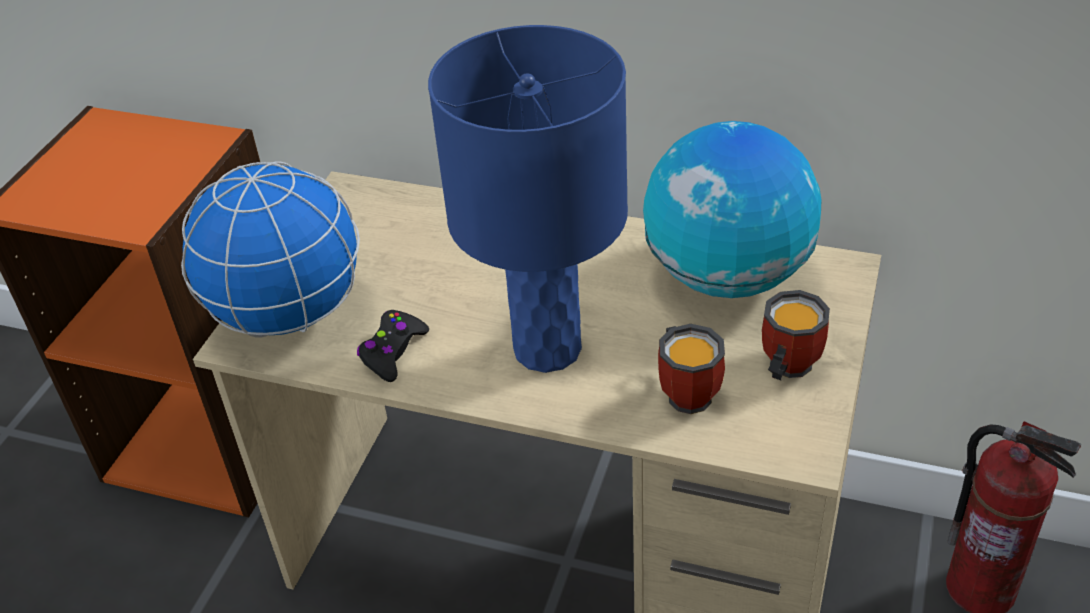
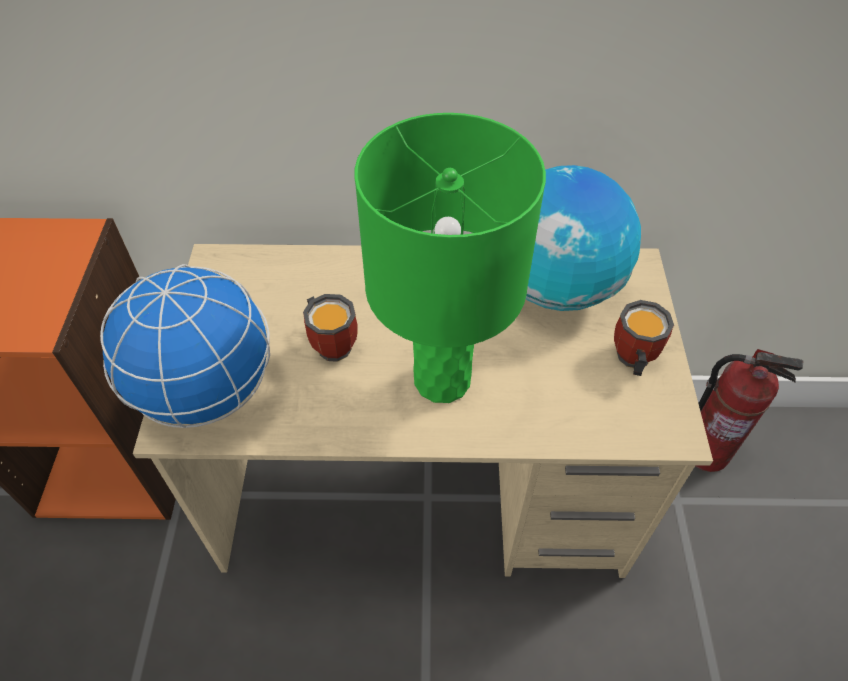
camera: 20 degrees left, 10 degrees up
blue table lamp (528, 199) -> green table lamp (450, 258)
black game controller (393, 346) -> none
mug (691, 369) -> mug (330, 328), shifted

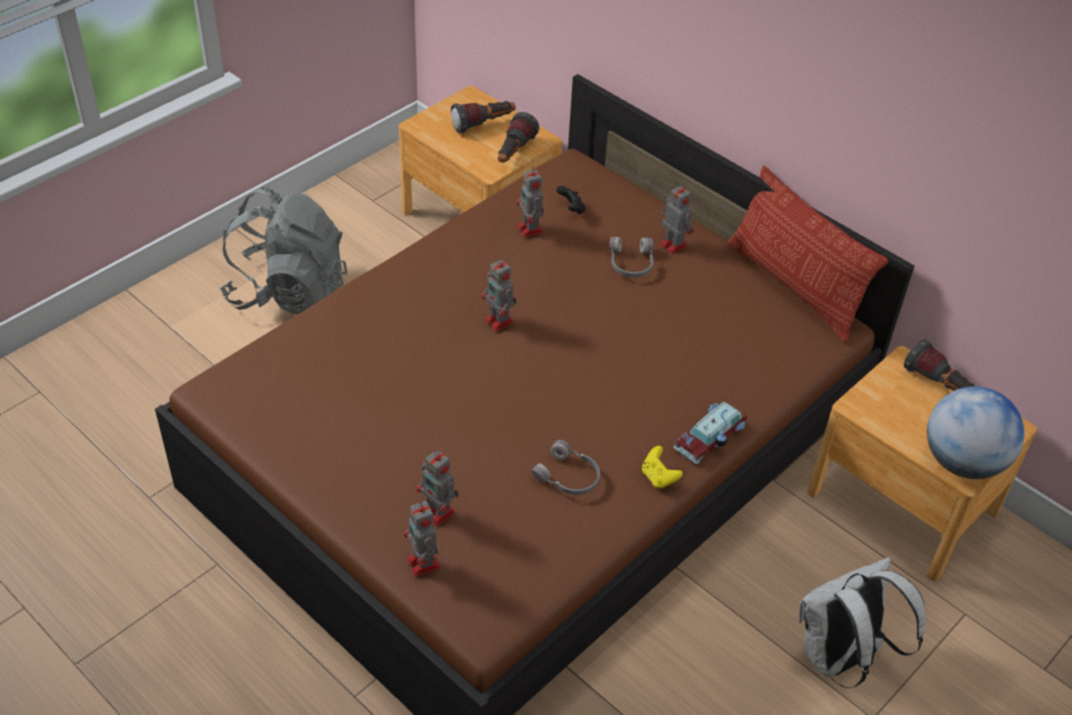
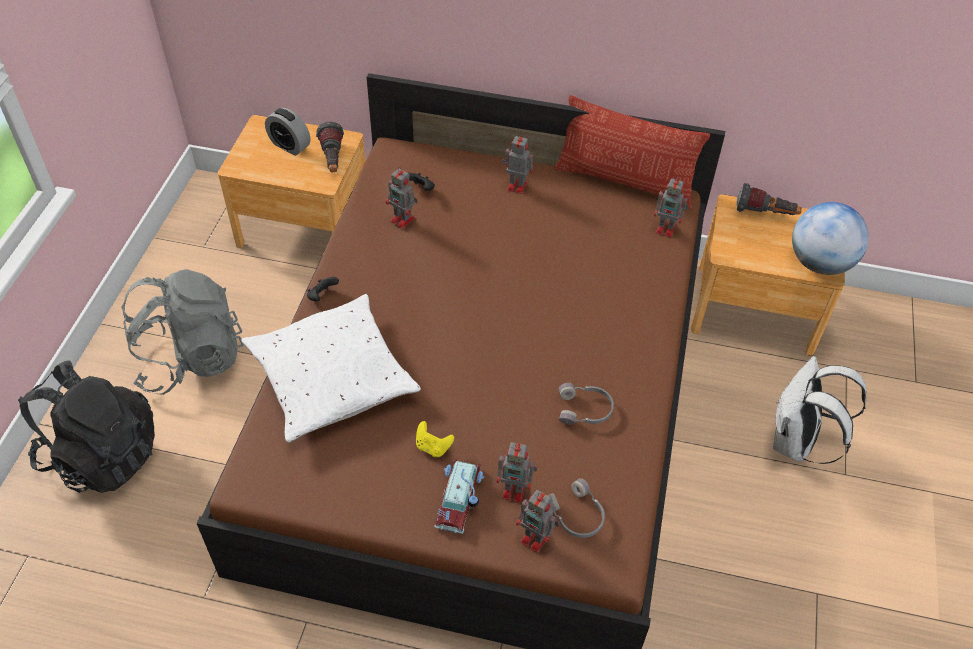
camera: 30 degrees left, 5 degrees up
flashlight (483, 117) -> alarm clock (288, 132)
grey headphones (632, 257) -> grey headphones (576, 508), shifted
toy robot (499, 294) -> toy robot (671, 207), shifted
toy car (710, 432) -> toy car (459, 496), shifted
yellow game controller (662, 467) -> yellow game controller (435, 439), shifted
none -> black game controller (323, 289)
none -> white pillow (331, 368)
none -> black backpack (86, 426)

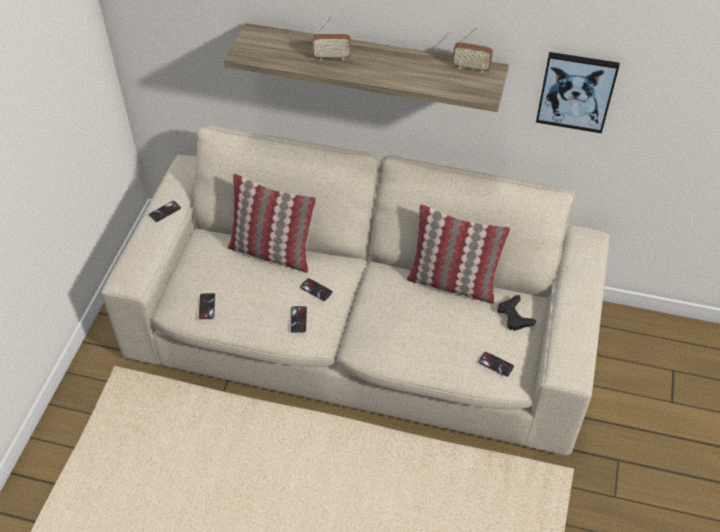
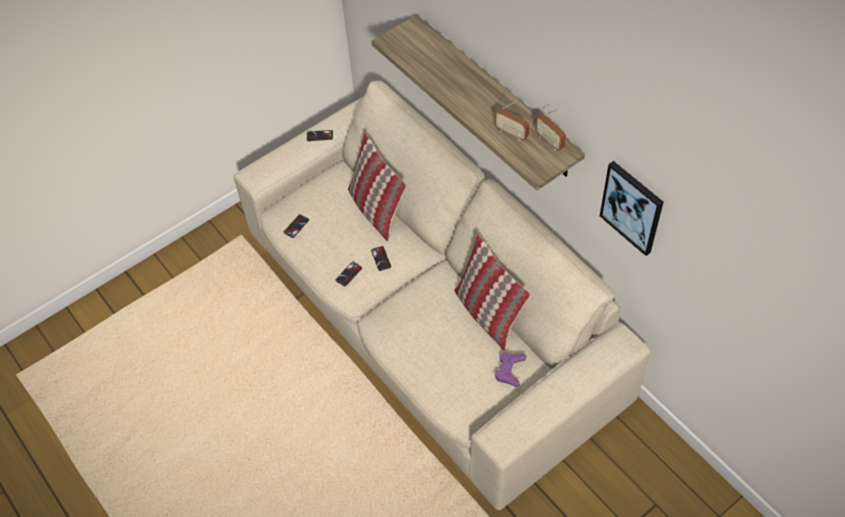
camera: 40 degrees right, 5 degrees up
radio (331, 38) -> radio (512, 120), shifted
black game controller (516, 313) -> purple game controller (510, 369)
phone (496, 364) -> none

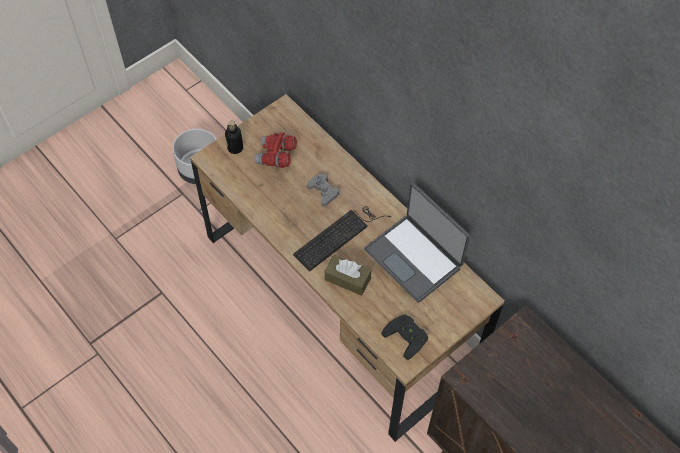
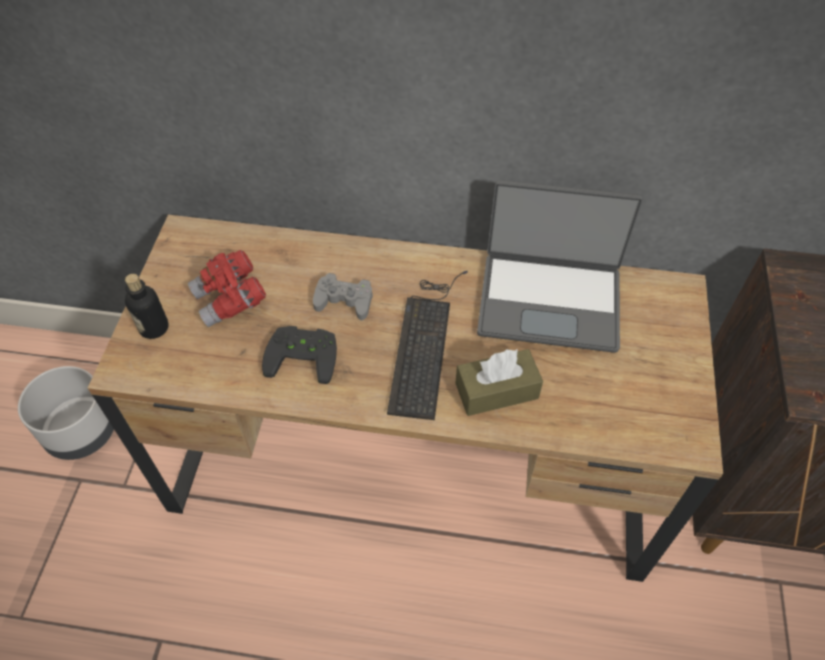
camera: 40 degrees left, 5 degrees down
black game controller (404, 337) -> black game controller (299, 355), shifted

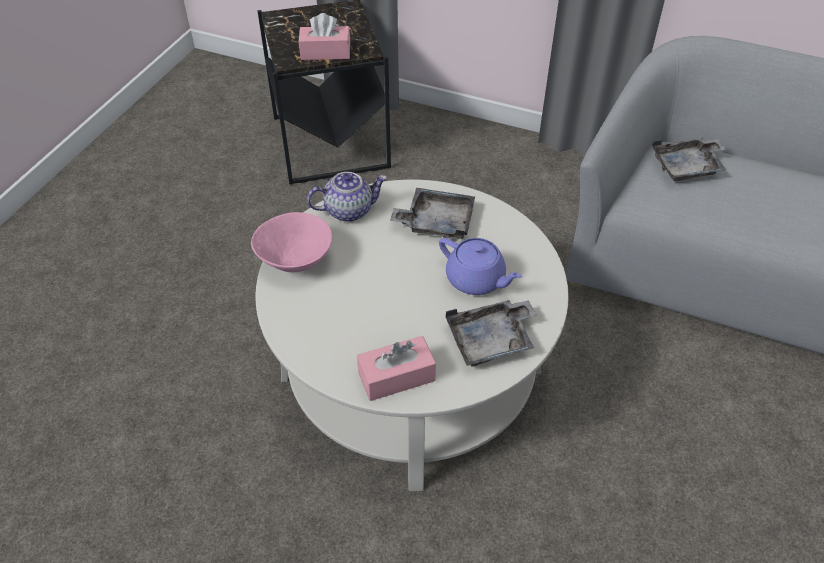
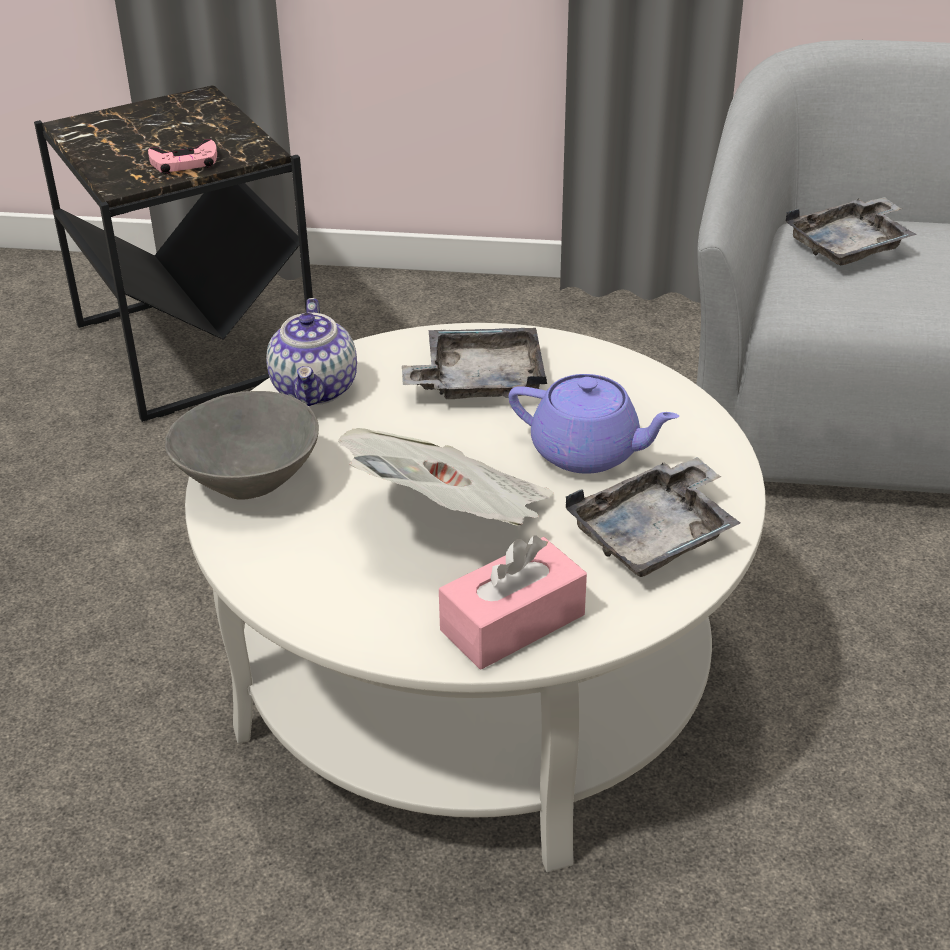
camera: 15 degrees left, 10 degrees down
pink tissue box (324, 36) -> pink game controller (182, 156)
teapot (347, 197) -> teapot (311, 352), 120 degrees clockwise
pink bowl (291, 242) -> grey bowl (242, 445)
none -> newspaper (445, 476)

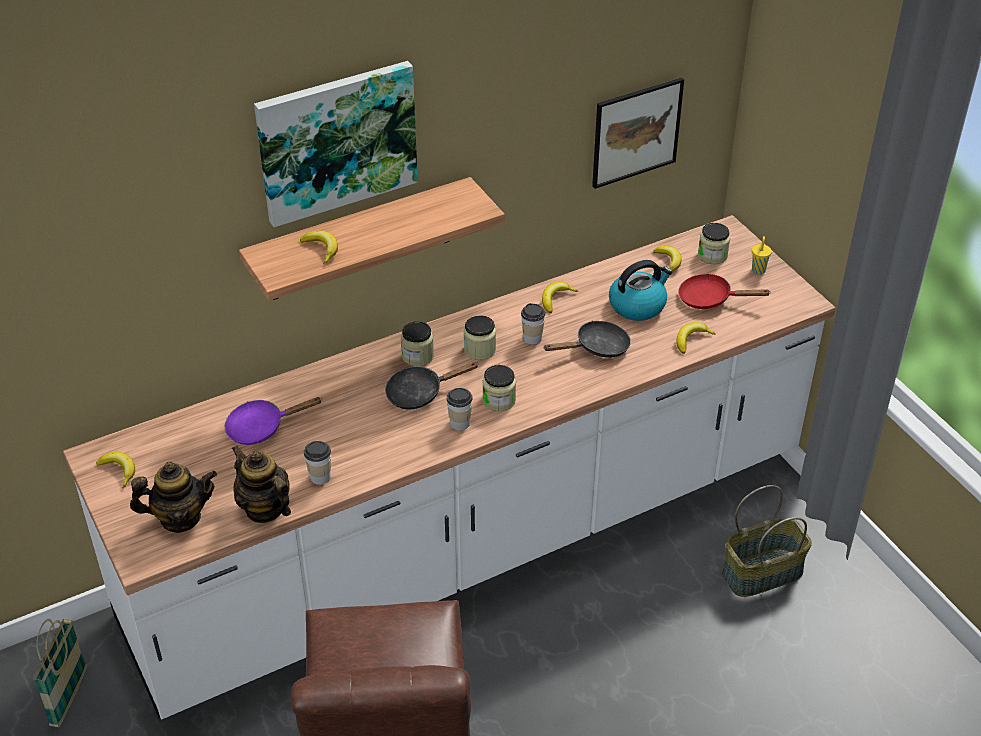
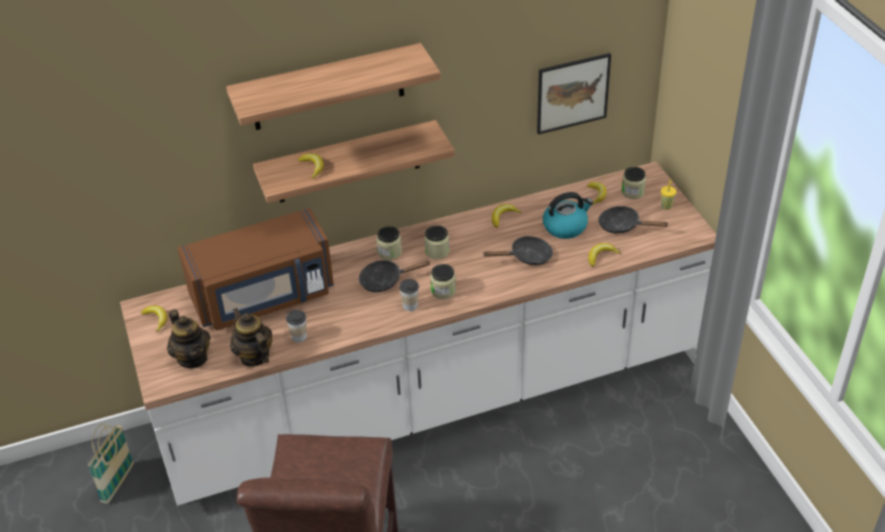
camera: 10 degrees right, 0 degrees up
picture (336, 144) -> shelf (333, 86)
red frying pan (724, 291) -> black frying pan (633, 220)
cup (533, 324) -> none
purple frying pan (273, 421) -> brown microwave (256, 269)
teapot (173, 497) -> teapot (188, 338), 60 degrees clockwise
basket (767, 541) -> none

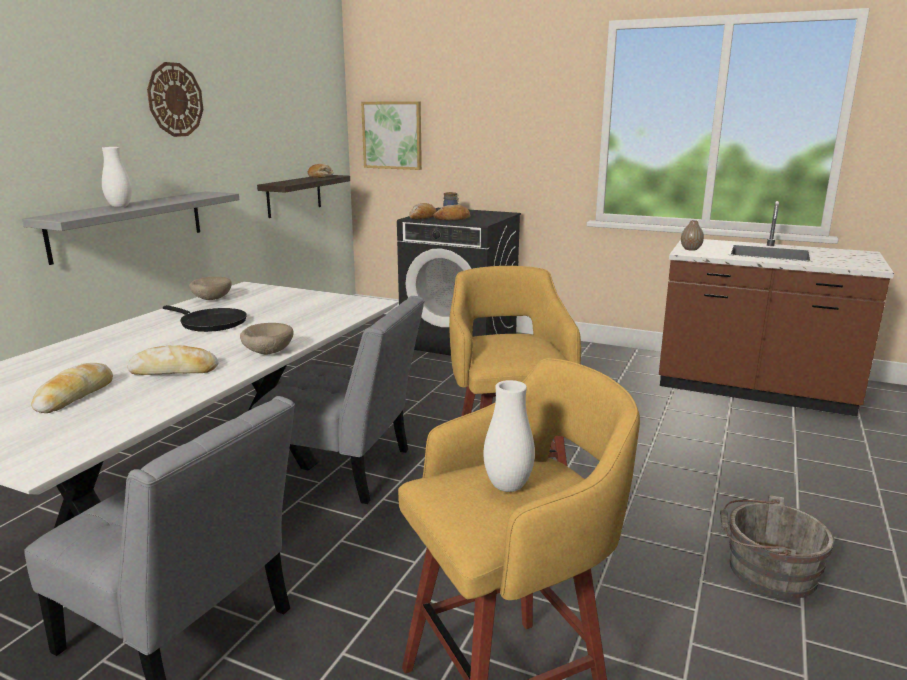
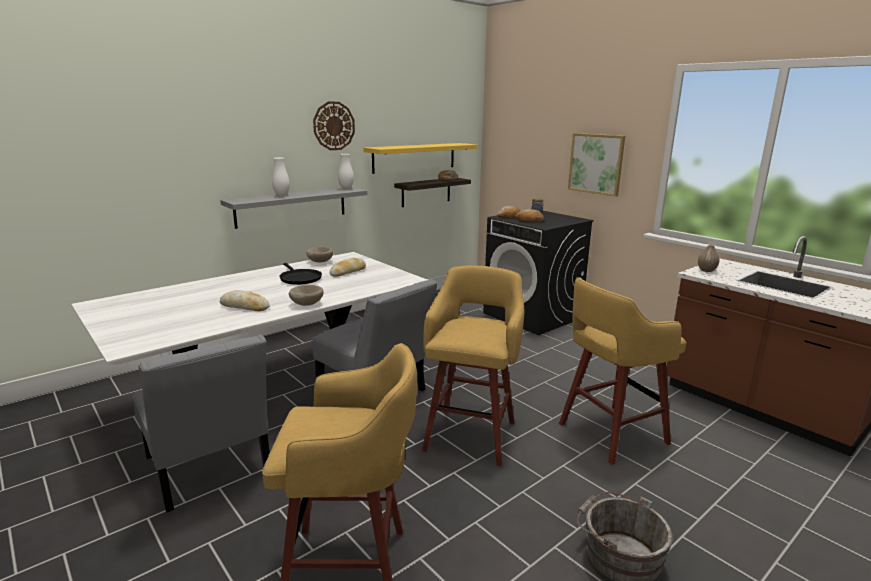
camera: 25 degrees right, 0 degrees up
picture (391, 136) -> picture (596, 165), shifted
bread (72, 388) -> bread (347, 267), shifted
white vase (509, 436) -> white vase (346, 171), shifted
none -> yellow shelf (420, 158)
none -> yellow stool (622, 371)

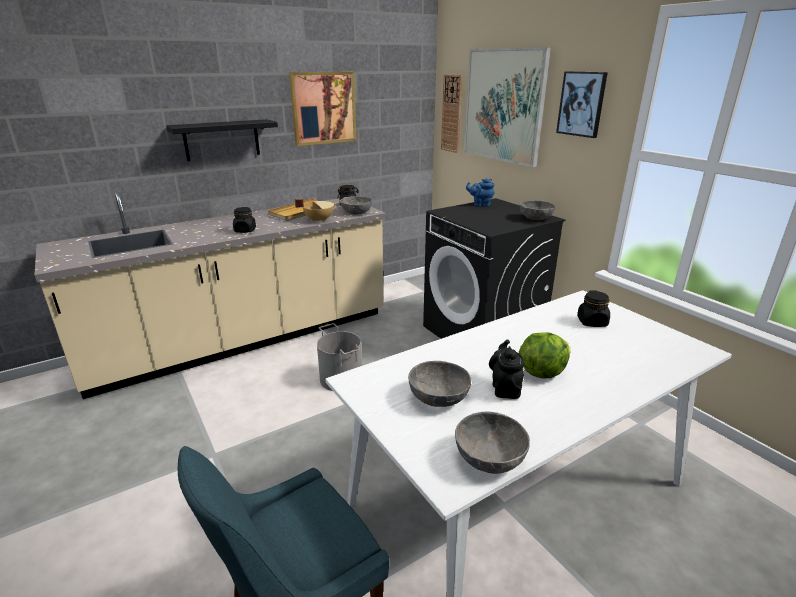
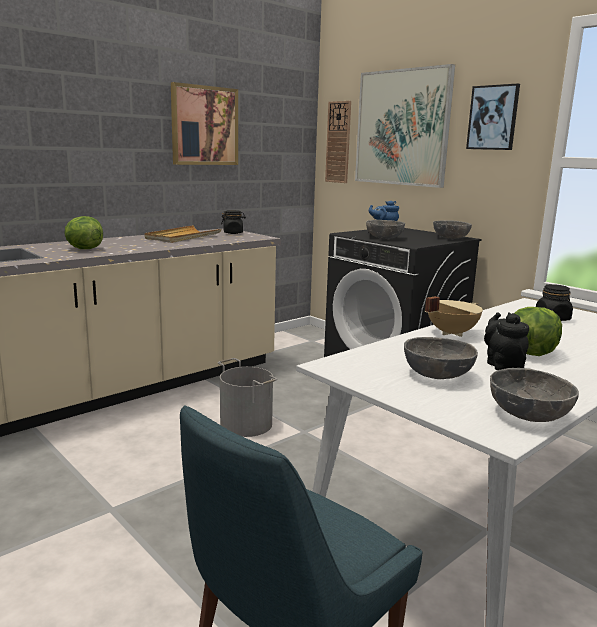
camera: 10 degrees left, 10 degrees down
black shelf (222, 140) -> none
grey bowl (356, 205) -> grey bowl (385, 229), shifted
beige cooking pot (316, 211) -> beige cooking pot (454, 316), shifted
black jar (244, 220) -> none
none -> lettuce (83, 232)

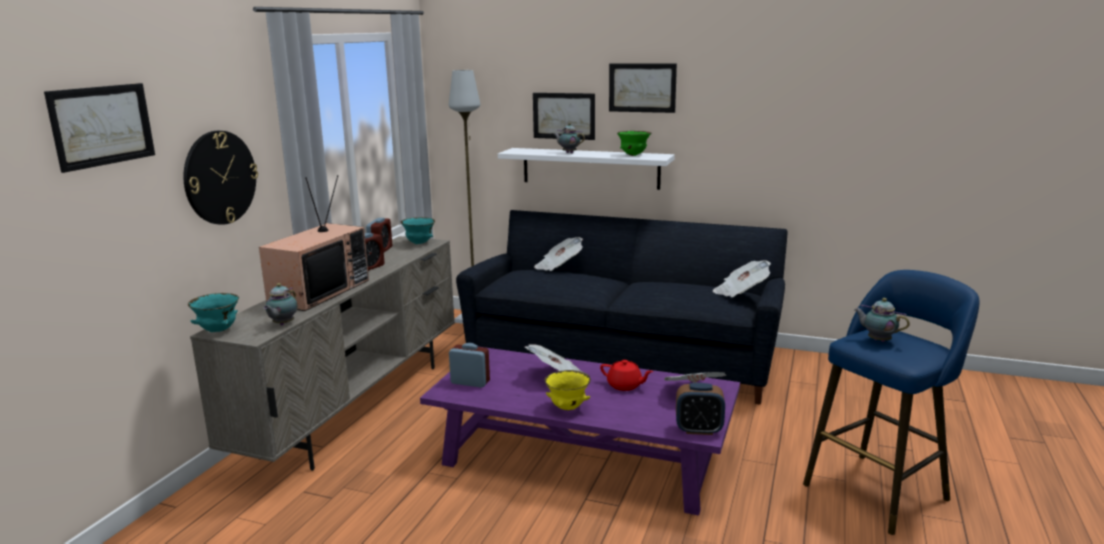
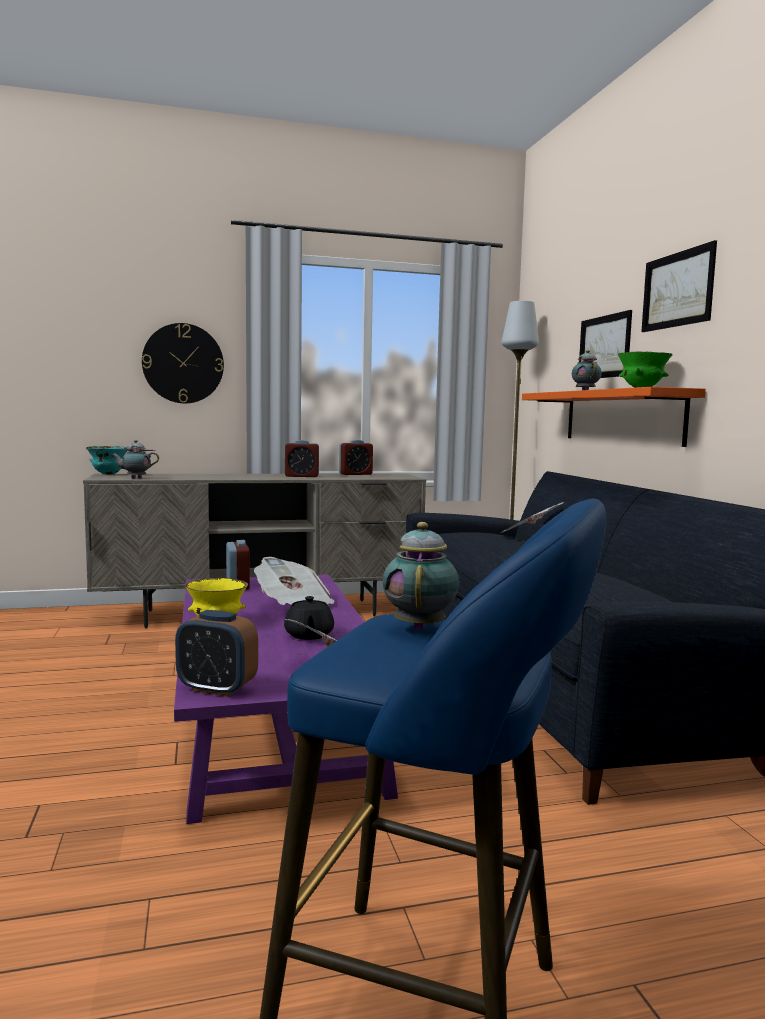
camera: 55 degrees right, 10 degrees down
picture (99, 128) -> none
white shelf (586, 169) -> orange shelf (614, 417)
television (314, 243) -> none
turquoise bowl (418, 230) -> none
newspaper (742, 278) -> none
red teapot (626, 375) -> black teapot (309, 618)
alarm clock (700, 409) -> alarm clock (216, 653), 45 degrees counterclockwise

